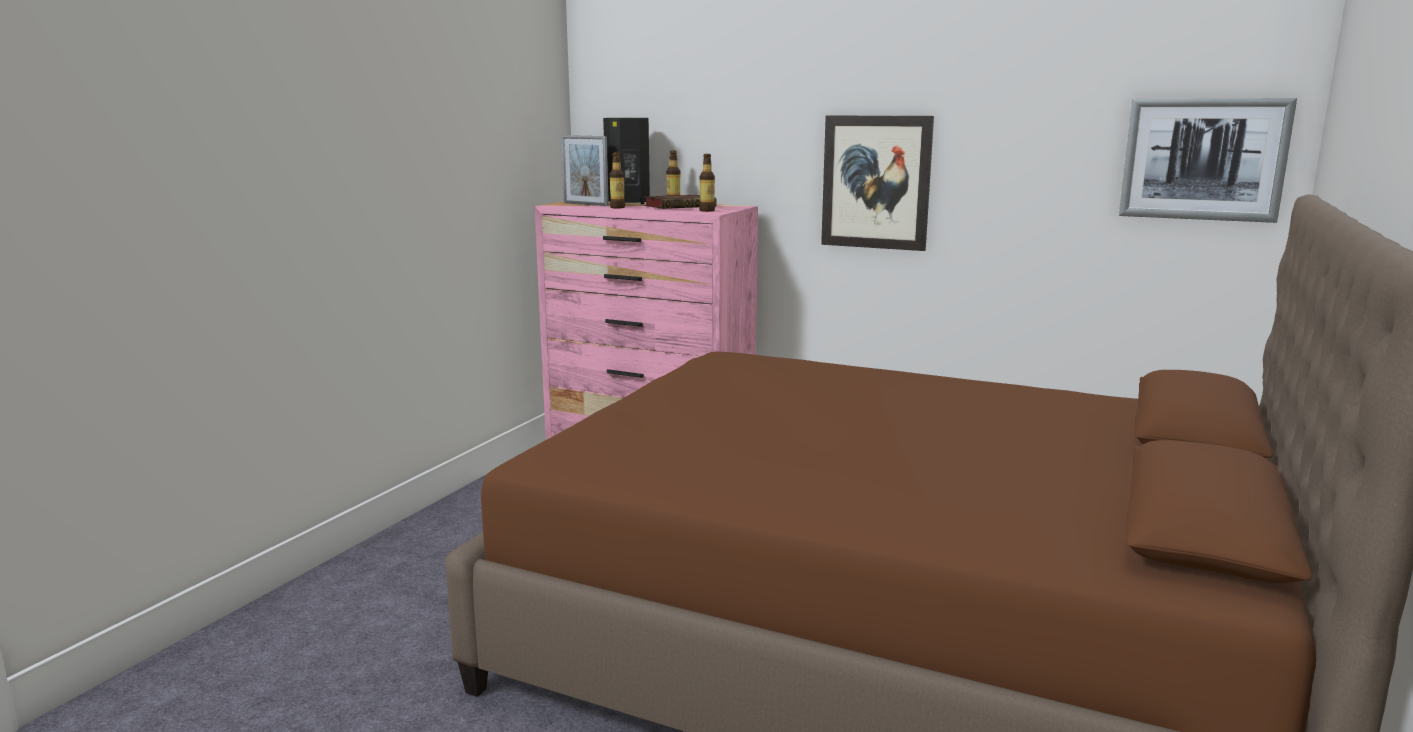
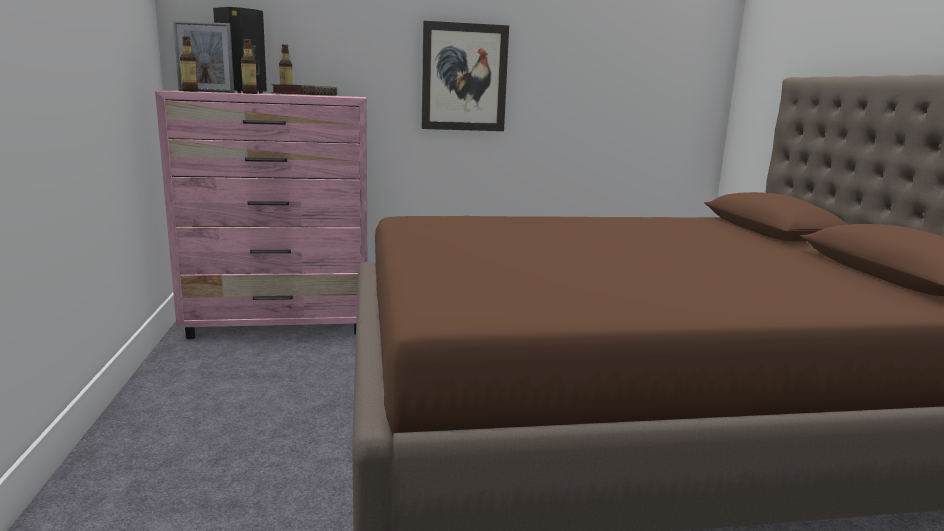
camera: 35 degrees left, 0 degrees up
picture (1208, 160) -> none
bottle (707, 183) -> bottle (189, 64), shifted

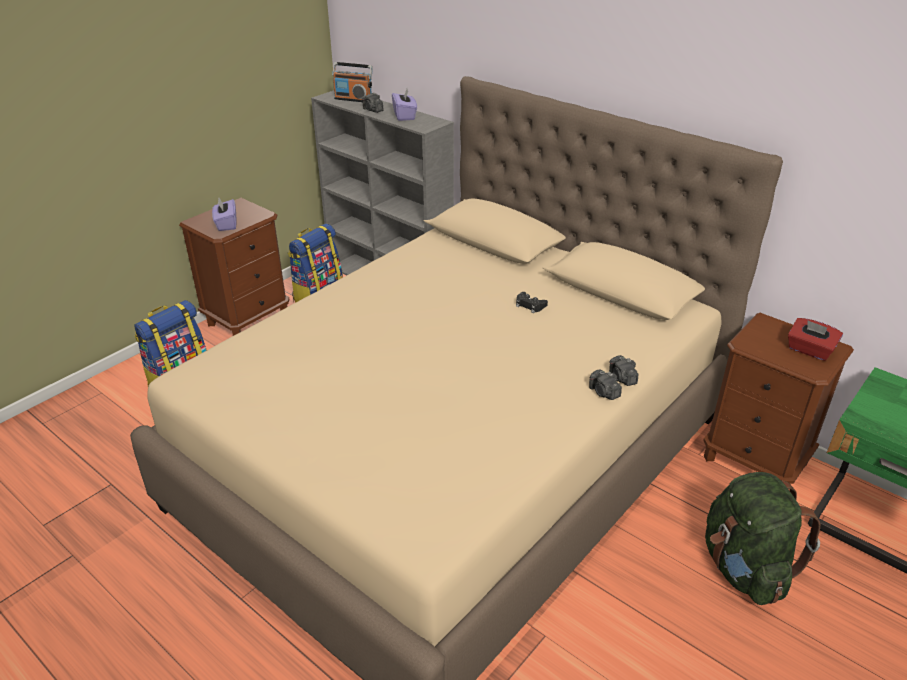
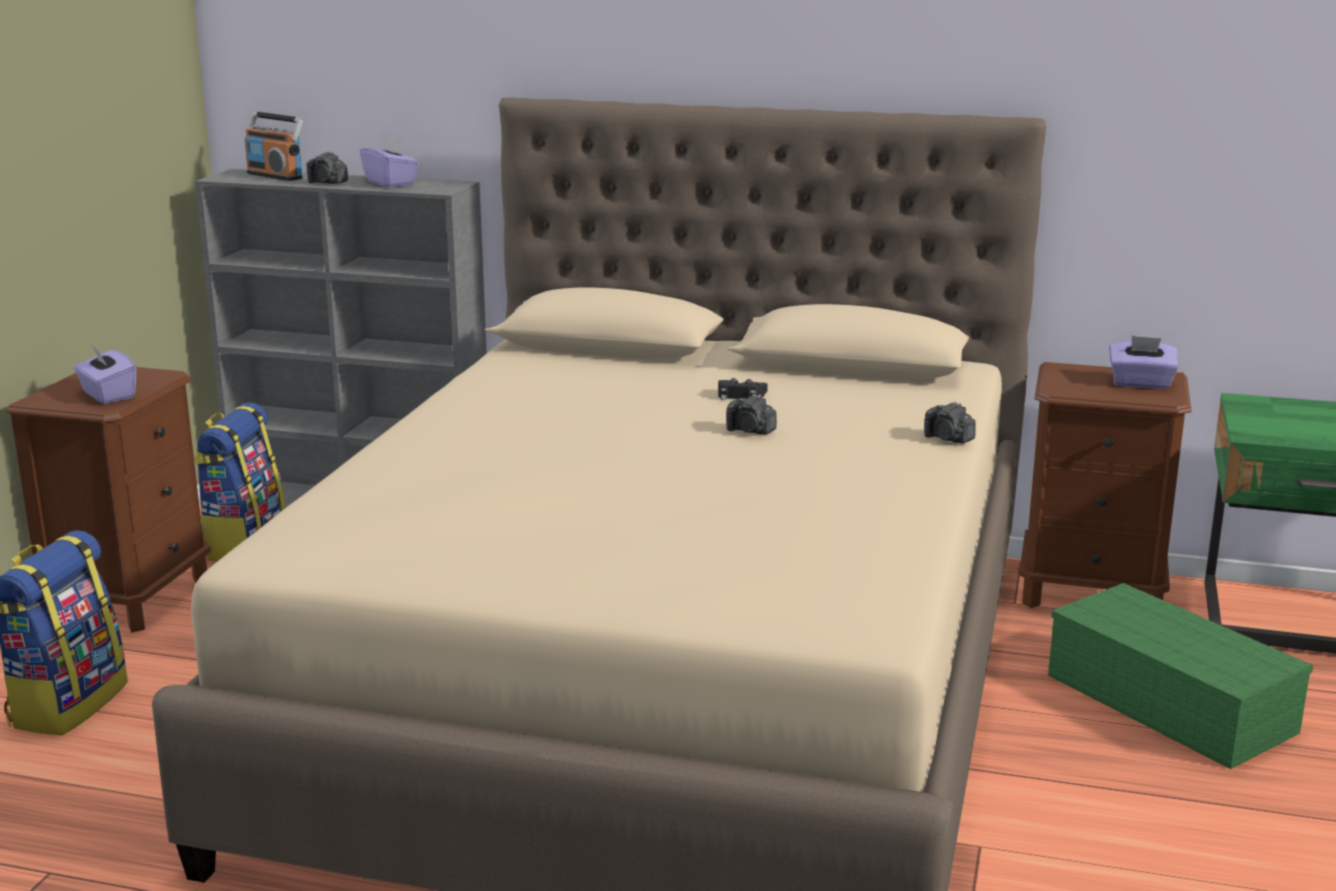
camera: 25 degrees left, 15 degrees down
radio (352, 82) -> radio (274, 146), 45 degrees clockwise
red tissue box (815, 339) -> purple tissue box (1144, 362)
photo camera (605, 384) -> photo camera (751, 414), shifted
green backpack (762, 538) -> green storage box (1180, 676)

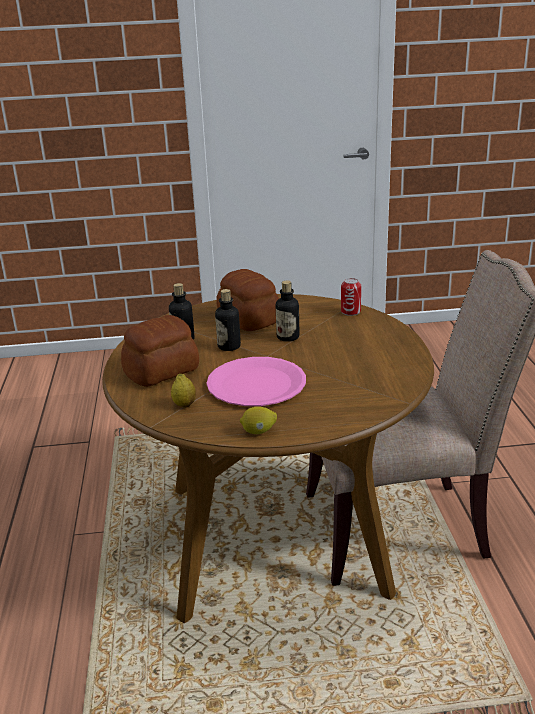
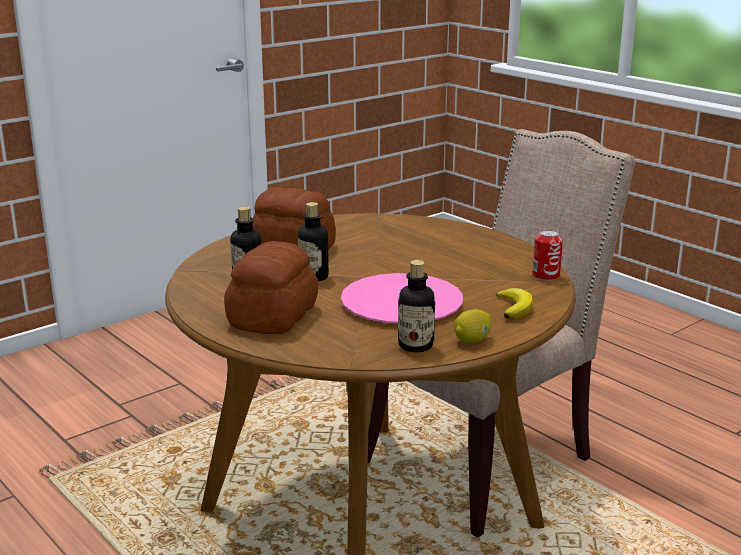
camera: 35 degrees left, 5 degrees down
can (351, 297) -> can (547, 255), shifted
bottle (287, 311) -> bottle (416, 306), shifted
lemon (183, 391) -> none
none -> banana (515, 304)

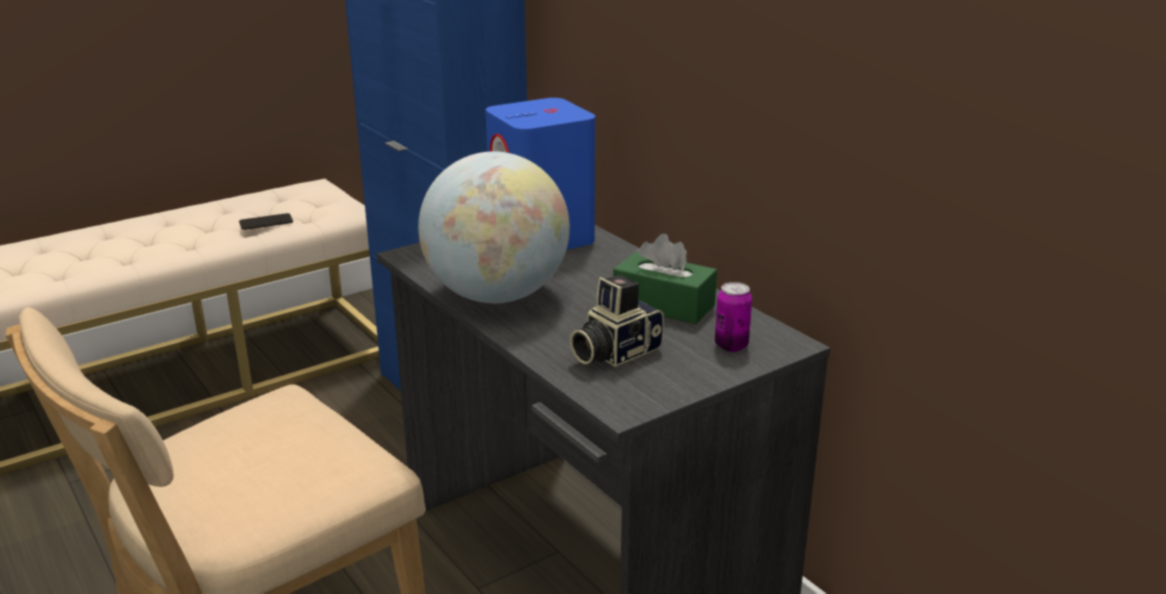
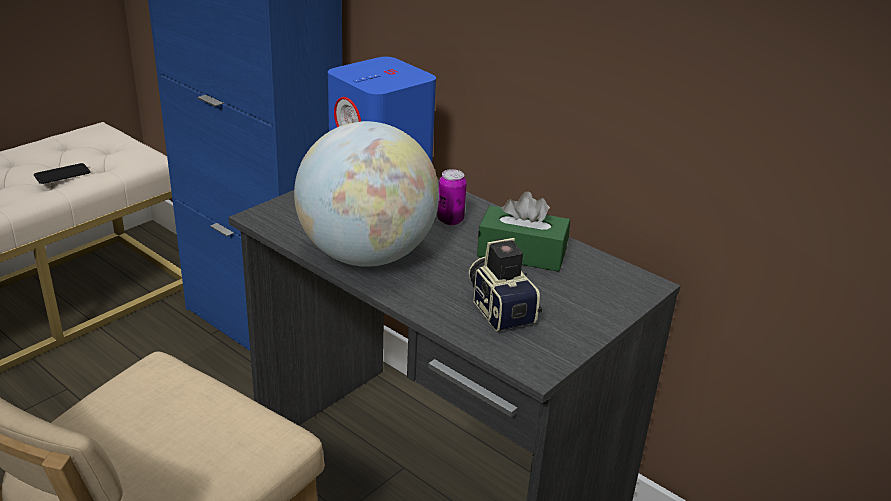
camera: 15 degrees left, 5 degrees up
photo camera (617, 321) -> photo camera (505, 285), 120 degrees clockwise
can (733, 317) -> can (452, 197), shifted

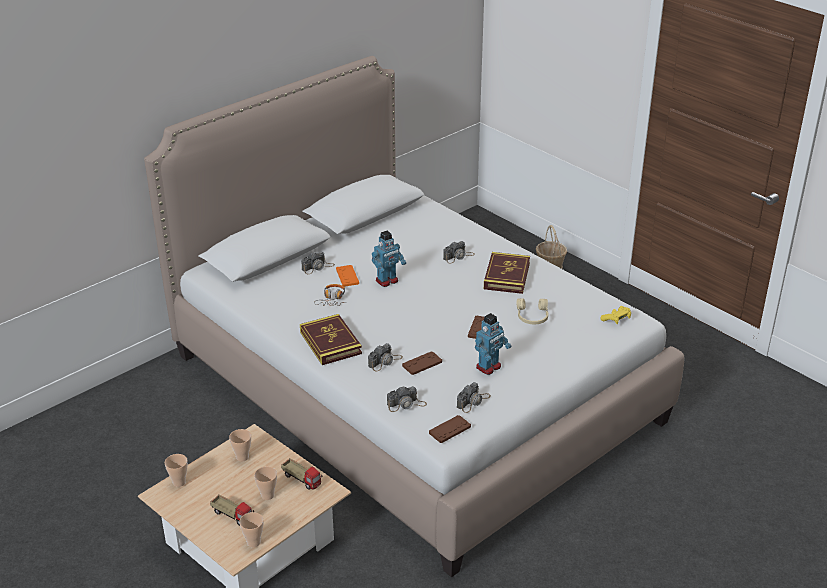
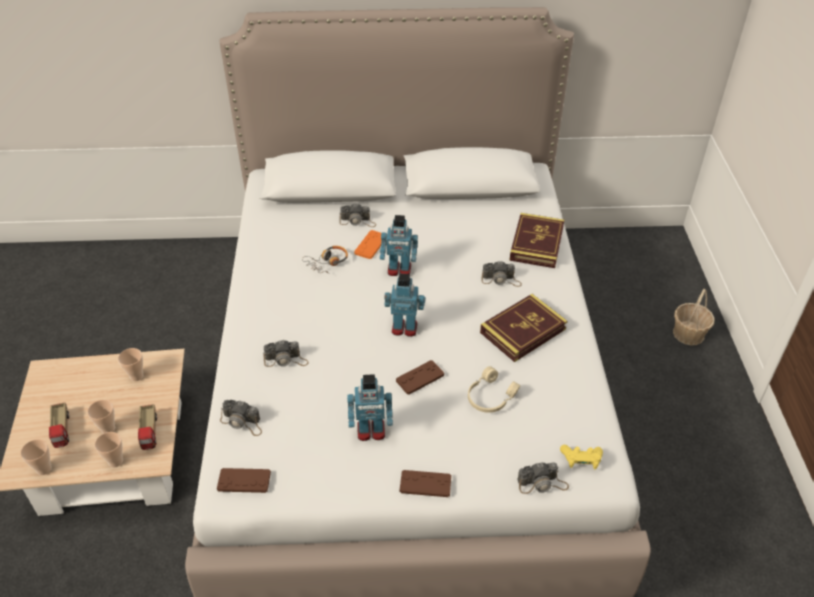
camera: 40 degrees right, 10 degrees up
book (331, 339) -> book (536, 240), shifted
brown game controller (422, 363) -> brown game controller (425, 483), shifted
photo camera (474, 397) -> photo camera (543, 478), shifted
cup (176, 470) -> cup (109, 450), shifted
none -> toy robot (404, 305)

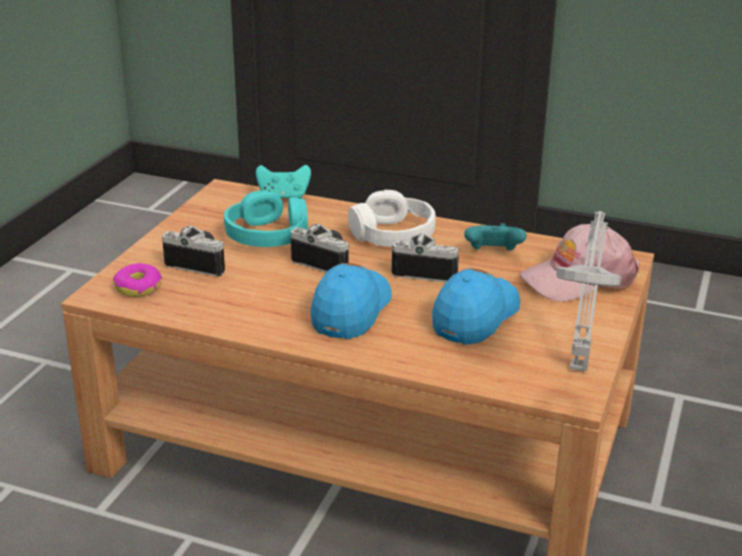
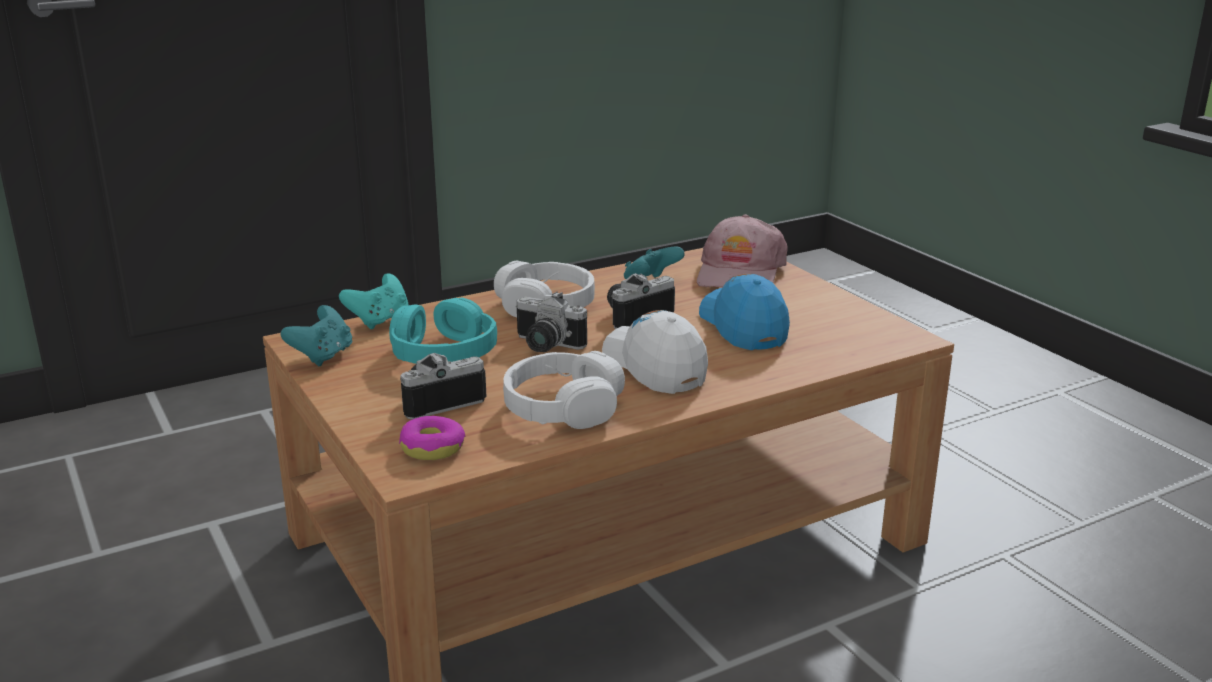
camera: 50 degrees left, 5 degrees down
grey table lamp (588, 291) -> none
photo camera (320, 248) -> photo camera (551, 322), 135 degrees counterclockwise
blue cap (351, 301) -> white cap (655, 352)
none -> turquoise game controller (316, 335)
none -> white headphones (564, 390)

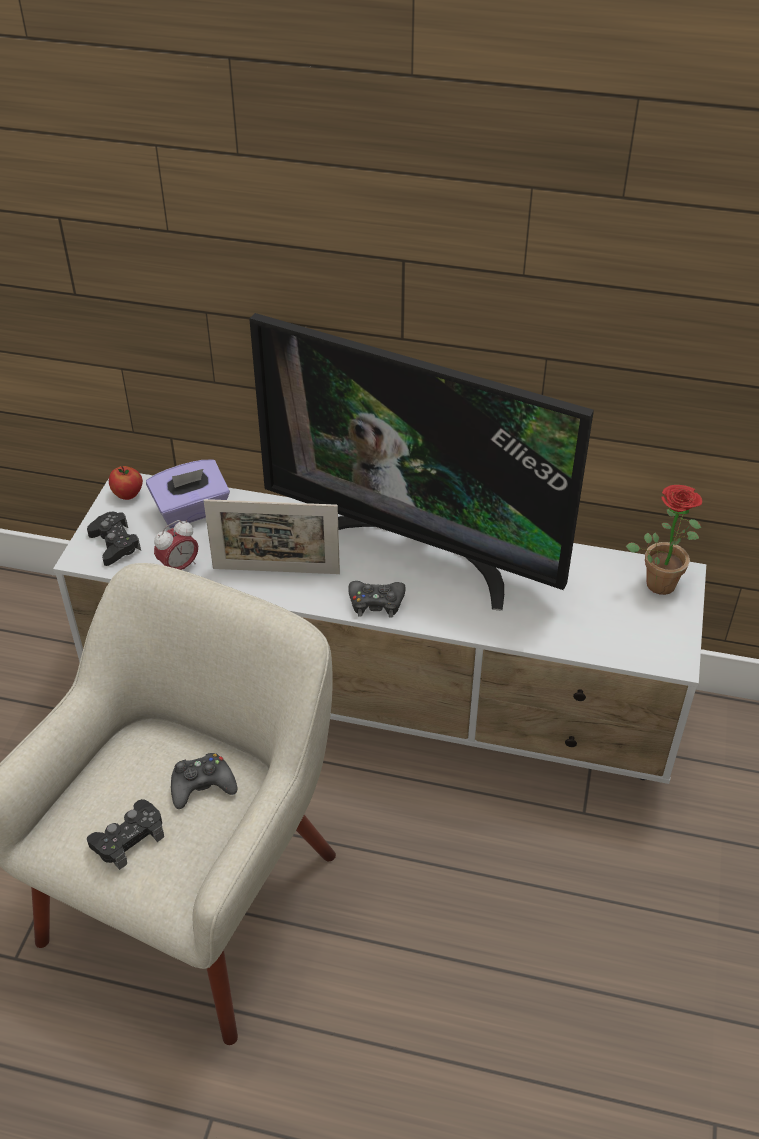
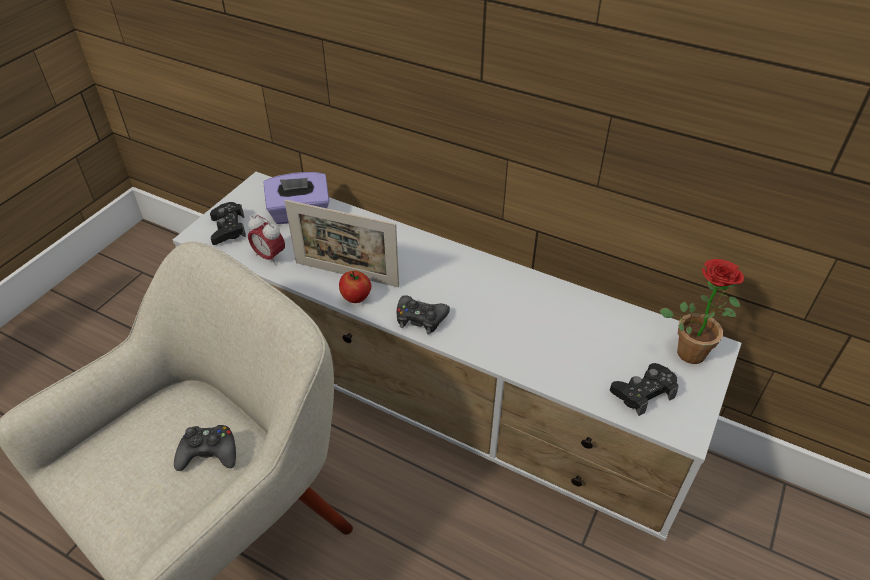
camera: 15 degrees right, 0 degrees up
television (421, 461) -> none
apple (126, 483) -> apple (355, 286), shifted
alarm clock (176, 545) -> alarm clock (266, 240), 60 degrees clockwise
black game controller (125, 834) -> black game controller (644, 389), shifted

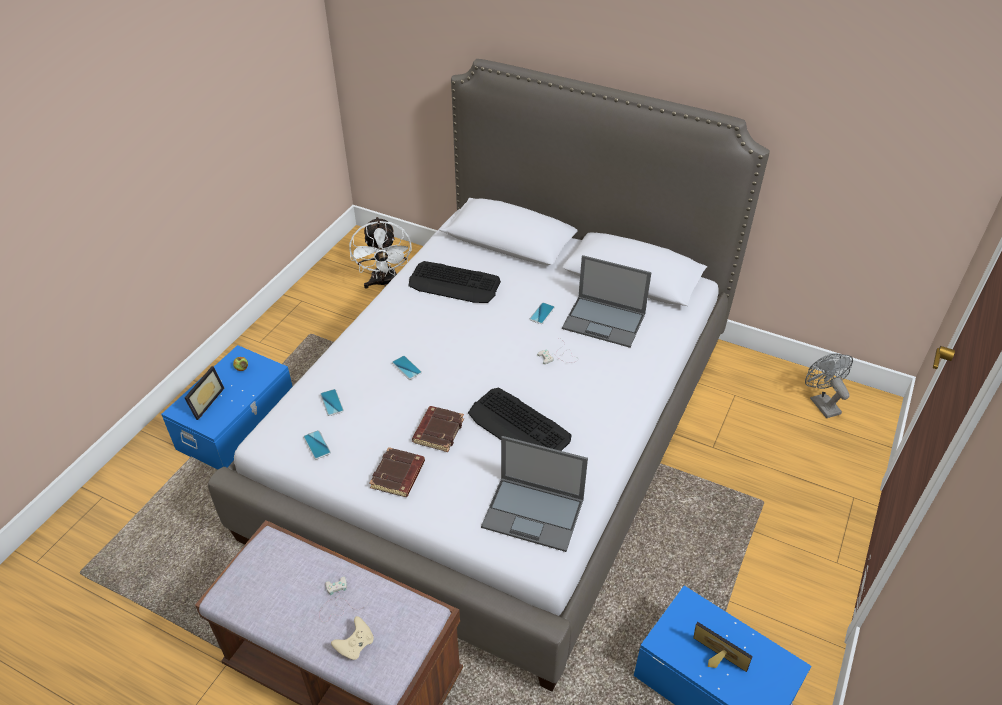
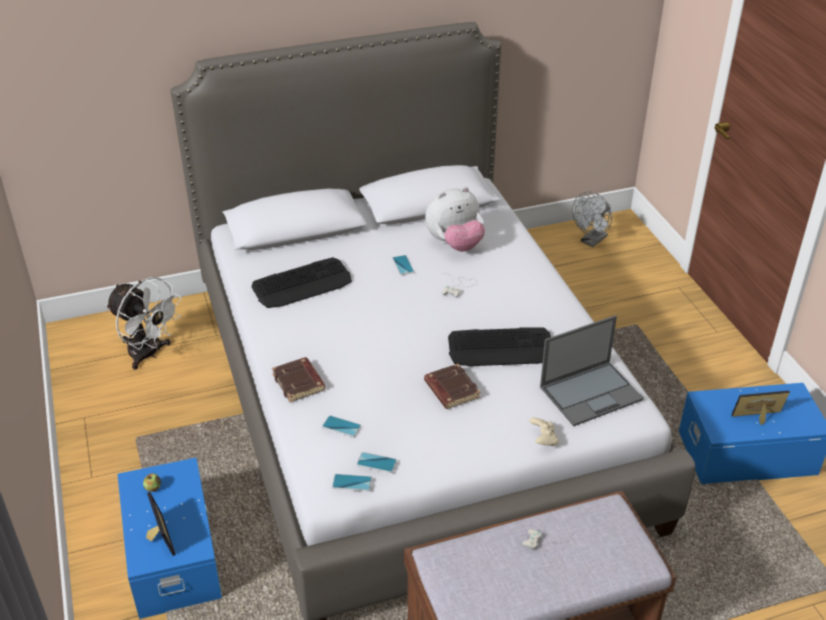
camera: 45 degrees left, 5 degrees down
laptop (607, 301) -> plush toy (455, 219)
grey fan (829, 385) -> grey fan (592, 219), 75 degrees counterclockwise
phone (407, 368) -> phone (352, 482), shifted
brown book (397, 472) -> brown book (299, 379), shifted
beige game controller (352, 638) -> beige game controller (544, 432), shifted

